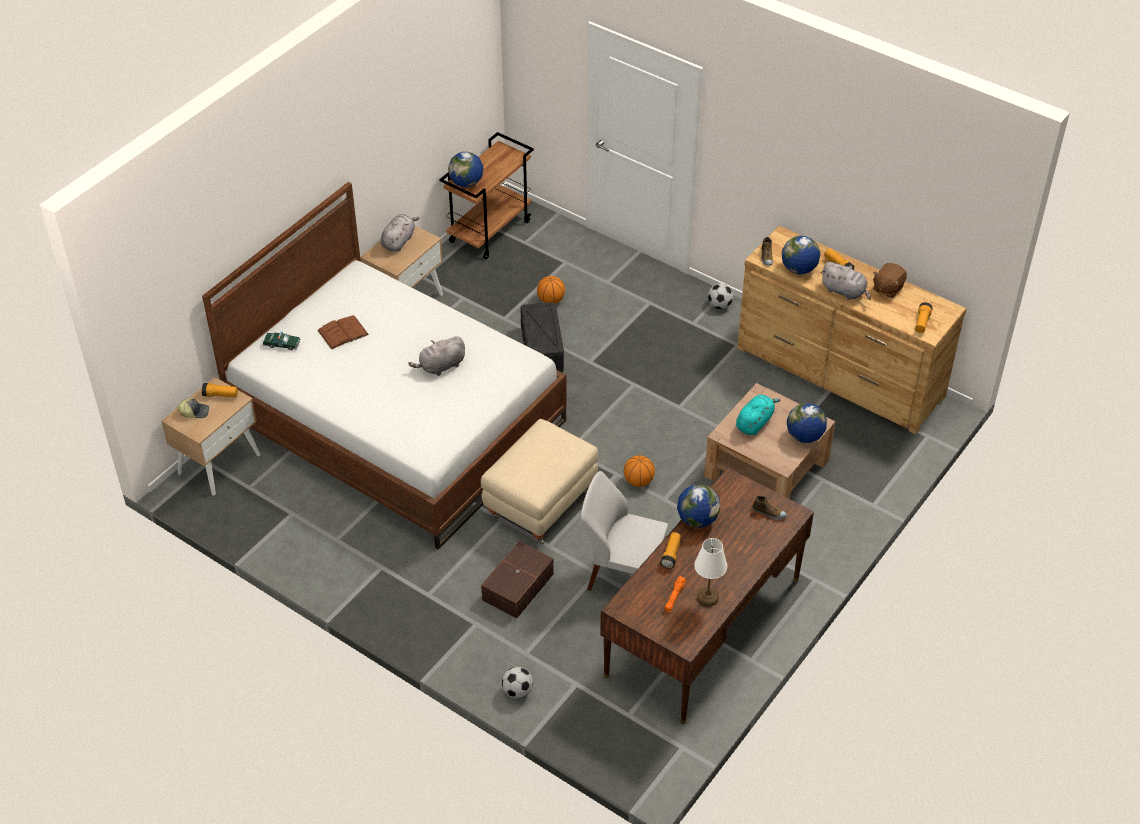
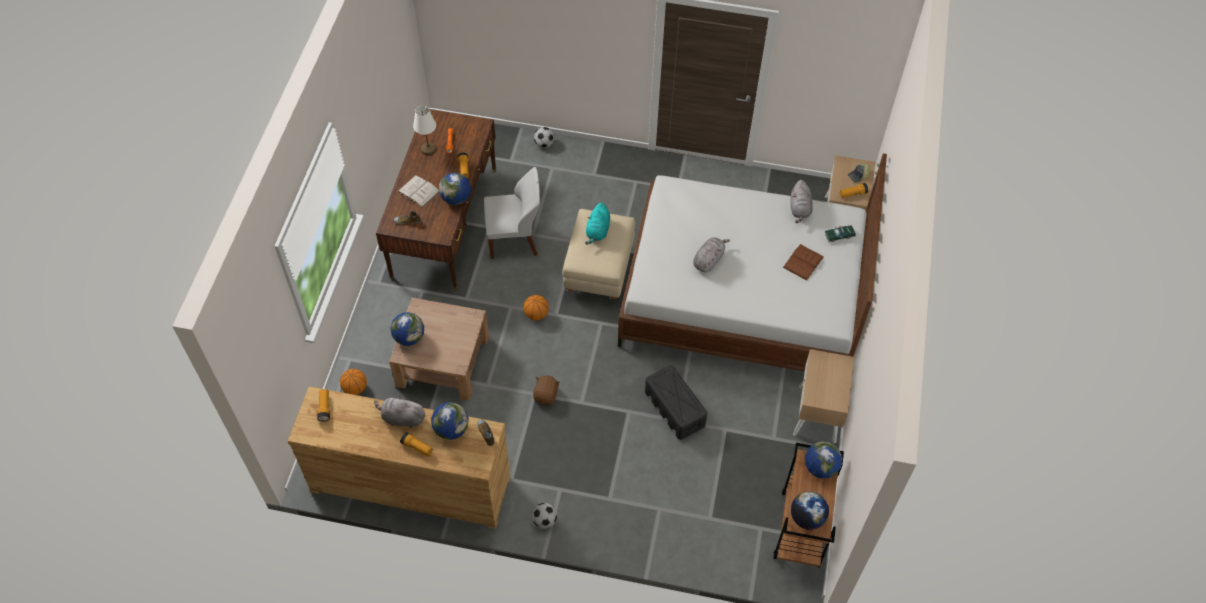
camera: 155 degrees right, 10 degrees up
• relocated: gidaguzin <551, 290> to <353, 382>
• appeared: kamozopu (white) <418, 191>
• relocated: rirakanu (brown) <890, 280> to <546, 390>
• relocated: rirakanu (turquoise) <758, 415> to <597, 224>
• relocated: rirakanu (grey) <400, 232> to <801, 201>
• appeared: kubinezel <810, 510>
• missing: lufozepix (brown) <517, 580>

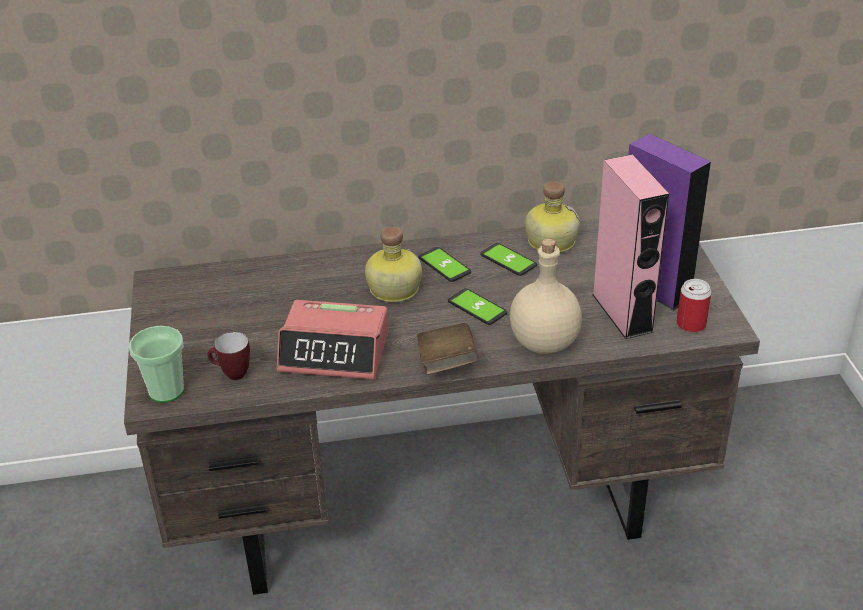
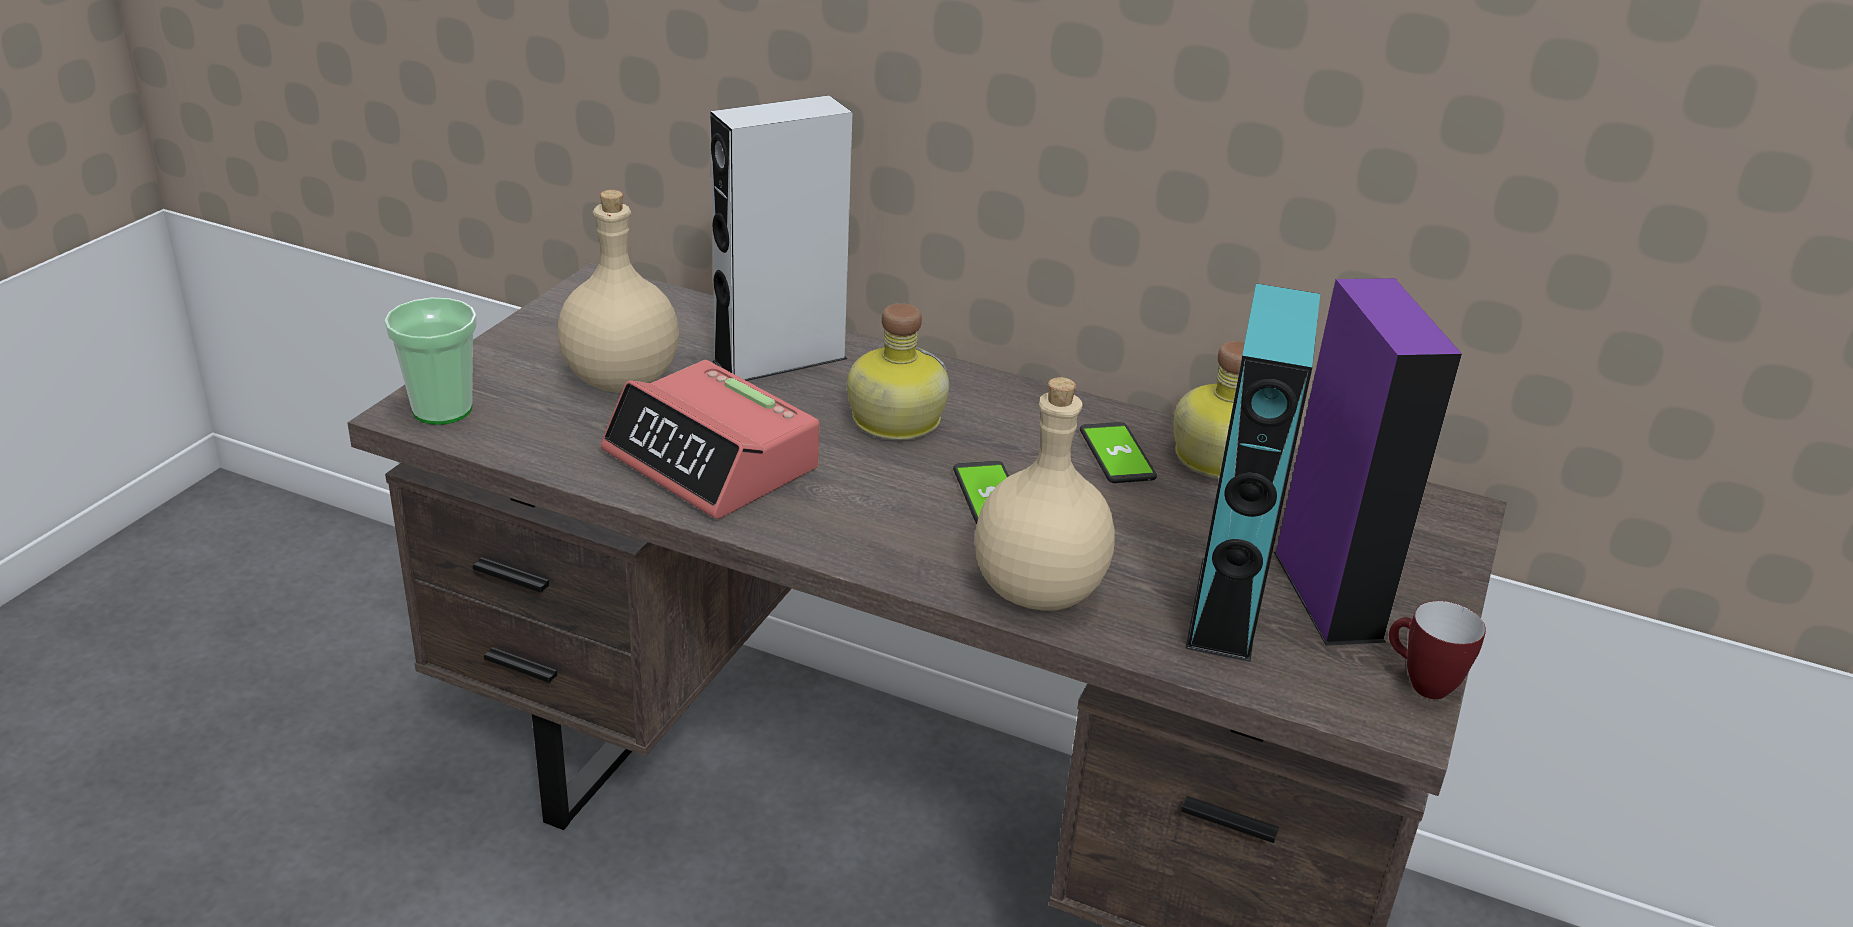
camera: 30 degrees right, 5 degrees down
• appeared: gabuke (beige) <618, 291>
• appeared: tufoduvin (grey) <781, 238>
• colour: tufoduvin (pink) <630, 247> to tufoduvin (turquoise) <1252, 472>
• relocated: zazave <229, 356> to <1437, 650>
• missing: kamozopu (brown) <447, 349>
• missing: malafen <444, 264>
• missing: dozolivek <694, 306>

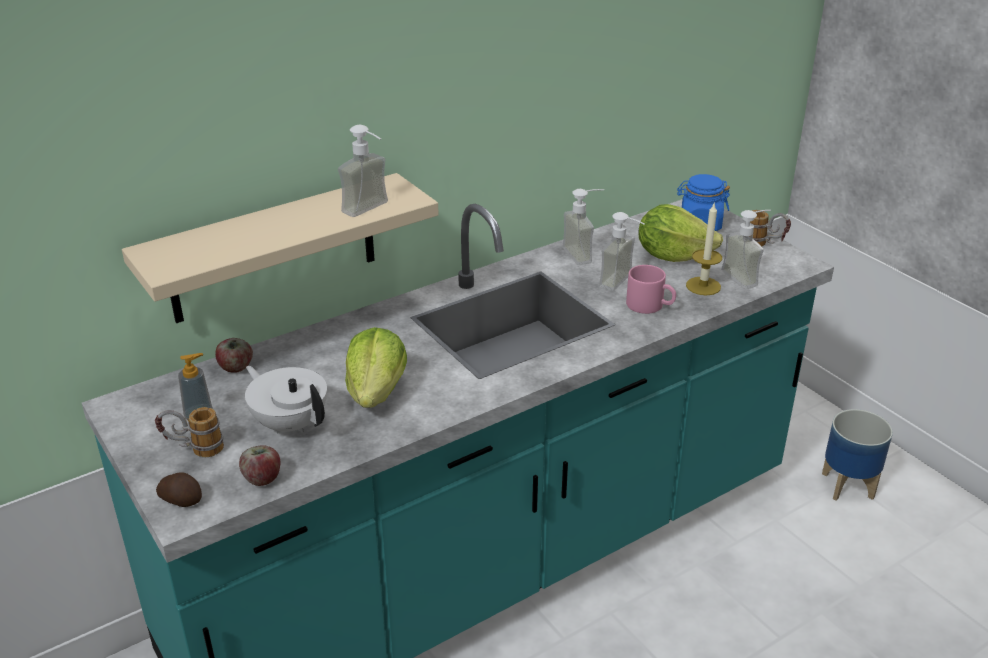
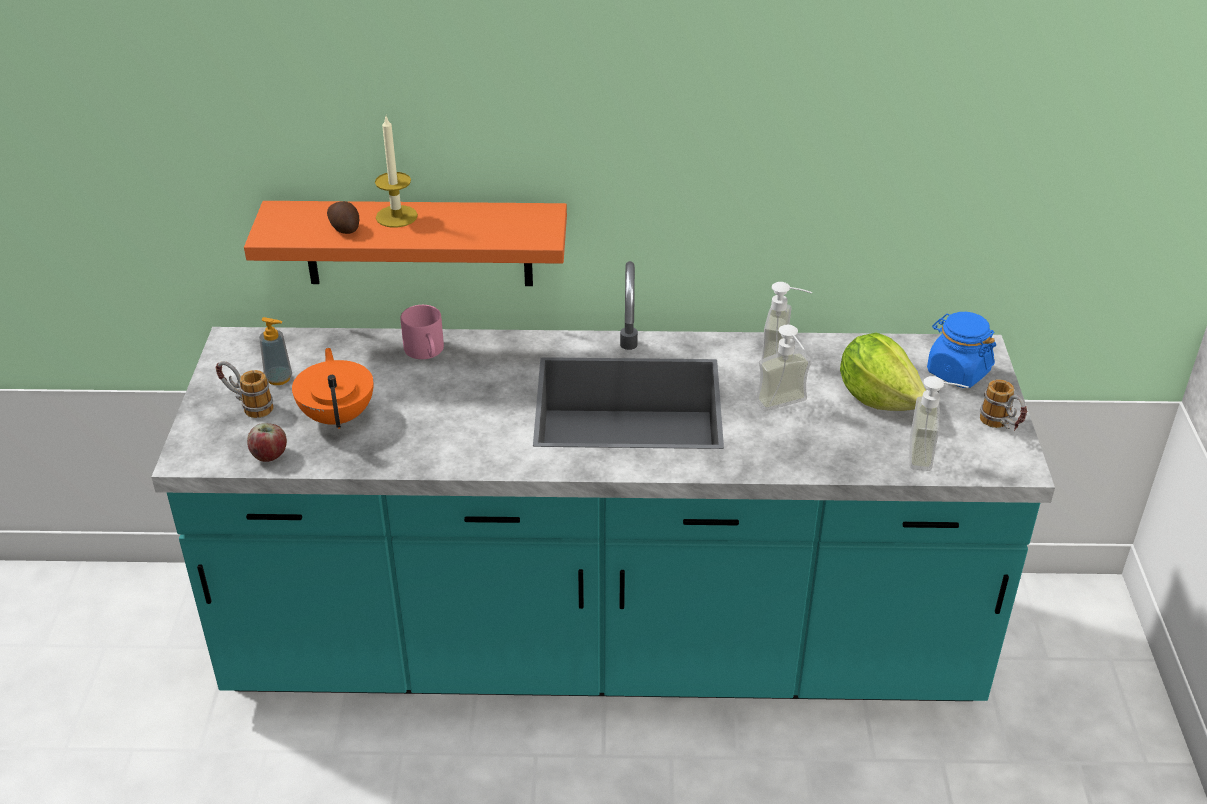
camera: 35 degrees right, 5 degrees up
• colour: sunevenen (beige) <280, 248> to sunevenen (orange) <405, 243>
• colour: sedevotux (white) <286, 399> to sedevotux (orange) <333, 388>
• relocated: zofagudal <179, 489> to <343, 217>
• relocated: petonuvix <704, 248> to <396, 172>
• relocated: zazave (pink) <651, 289> to <422, 332>
• missing: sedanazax <234, 355>
• missing: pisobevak <363, 171>
• missing: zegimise <376, 367>
• missing: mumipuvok <857, 454>

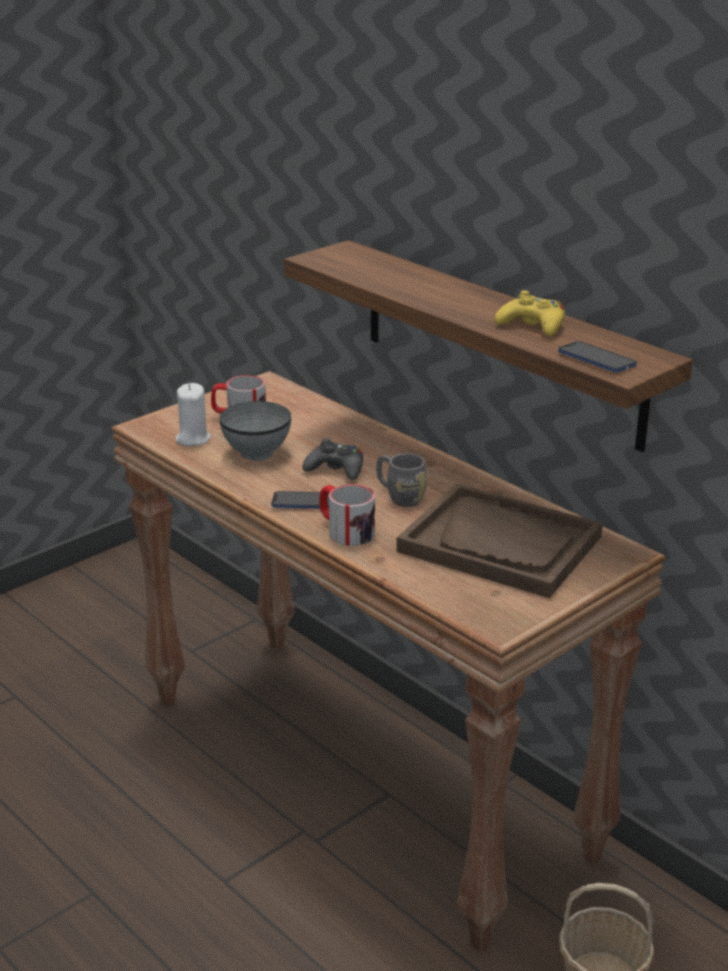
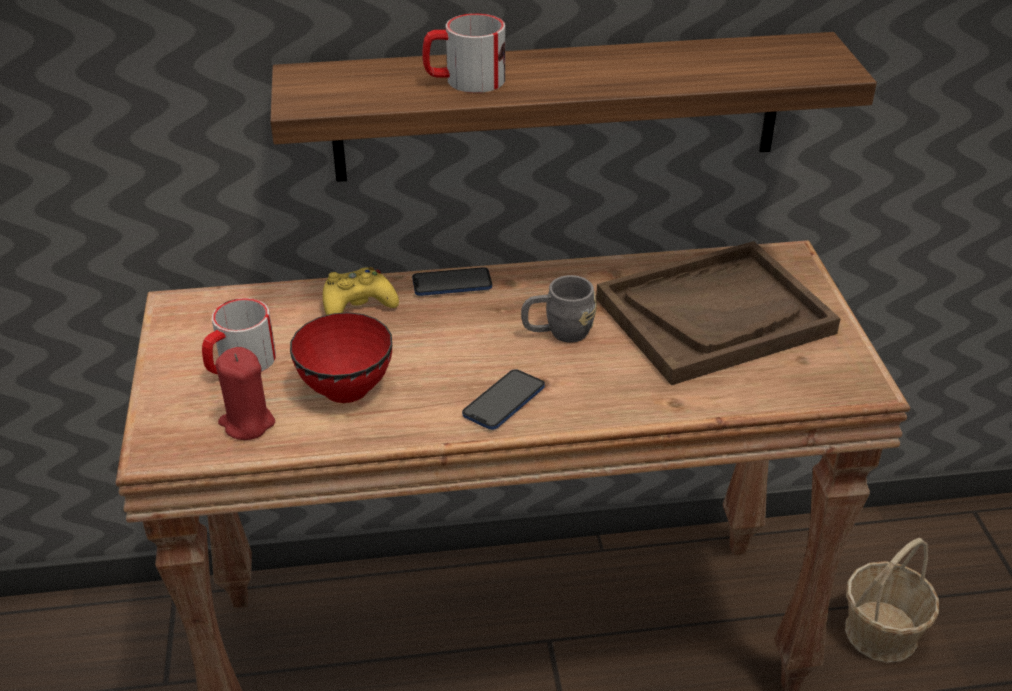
camera: 55 degrees left, 10 degrees up
• colour: petonuvix (white) <193, 414> to petonuvix (red) <245, 393>
• colour: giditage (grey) <255, 431> to giditage (red) <341, 357>
• relocated: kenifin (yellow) <530, 313> to <361, 291>
• relocated: malafen <597, 356> to <452, 281>
• relocated: zazave <347, 515> to <463, 53>
• missing: kenifin (black) <333, 459>

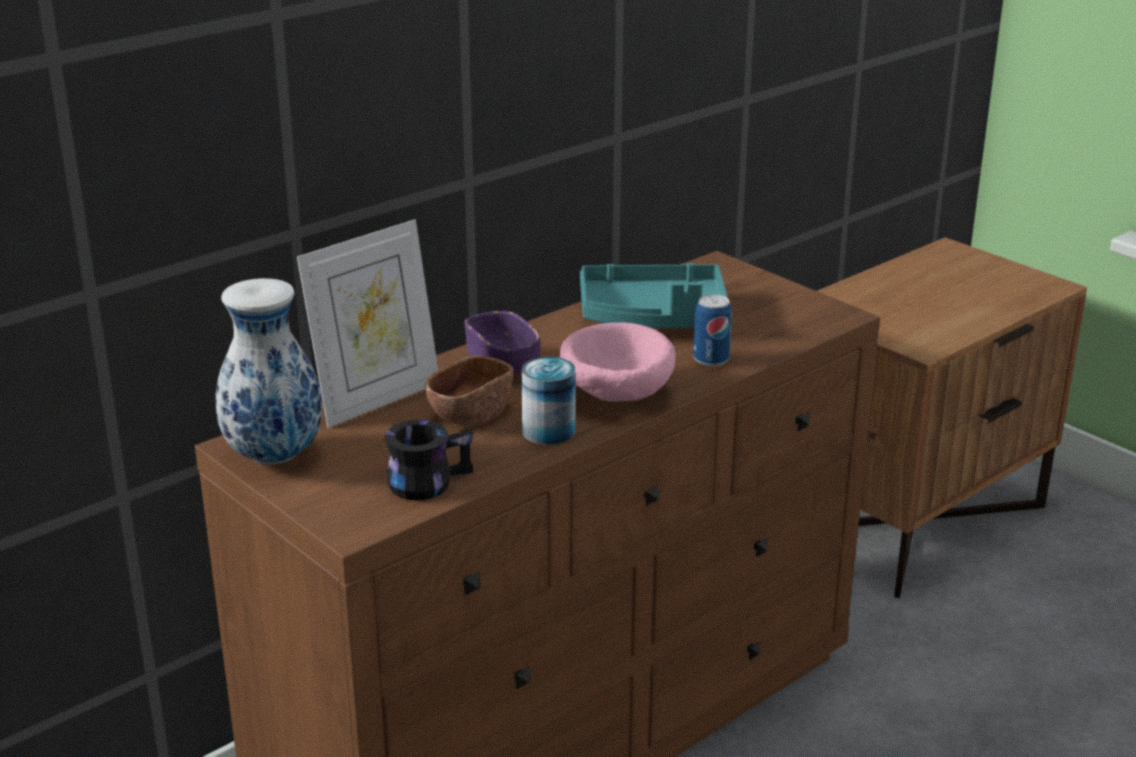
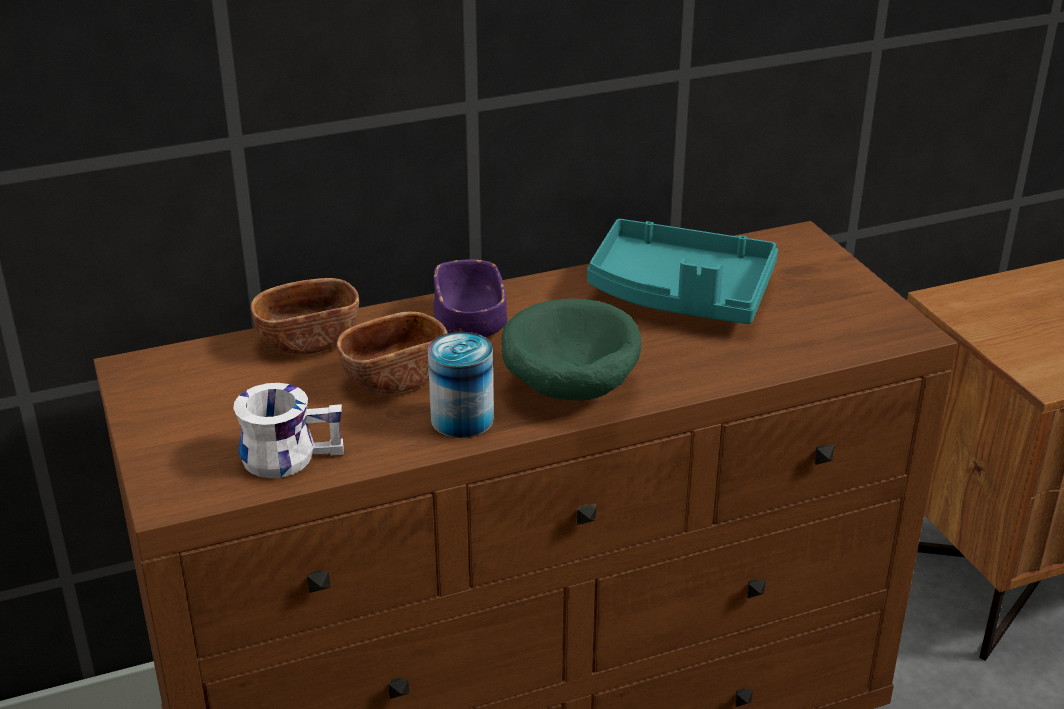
camera: 20 degrees right, 5 degrees up
• colour: zazave (black) <429, 460> to zazave (white) <288, 430>
• exchanged: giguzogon <367, 323> to giditage (brown) <305, 316>
• colour: giditage (pink) <618, 362> to giditage (green) <572, 350>
• missing: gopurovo <269, 371>
• missing: dozolivek <712, 330>

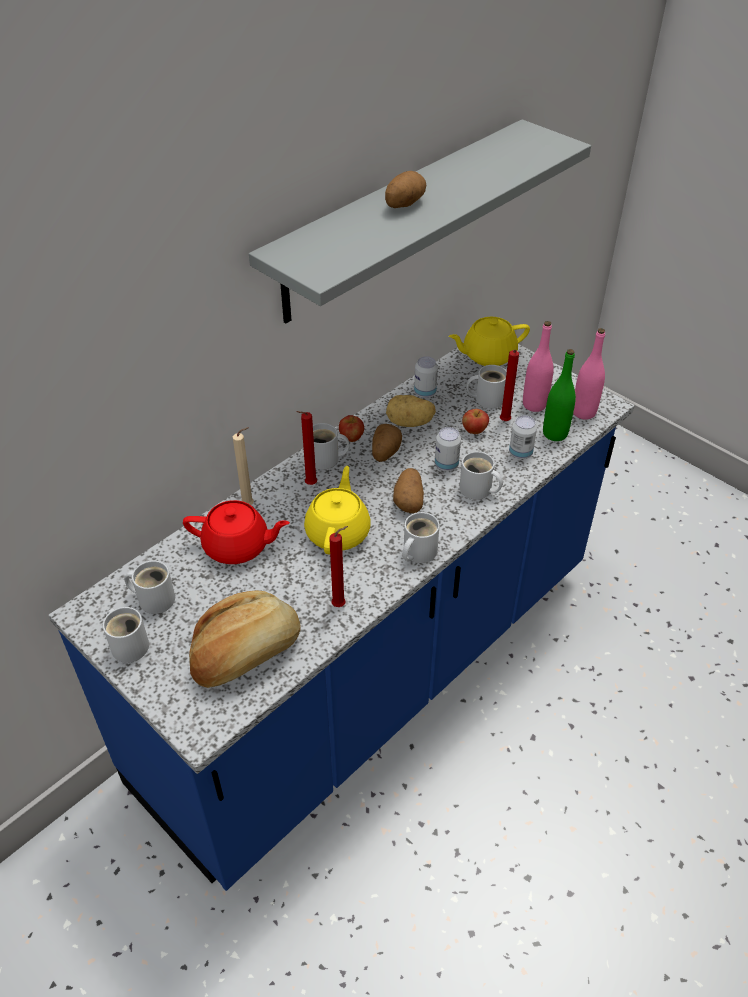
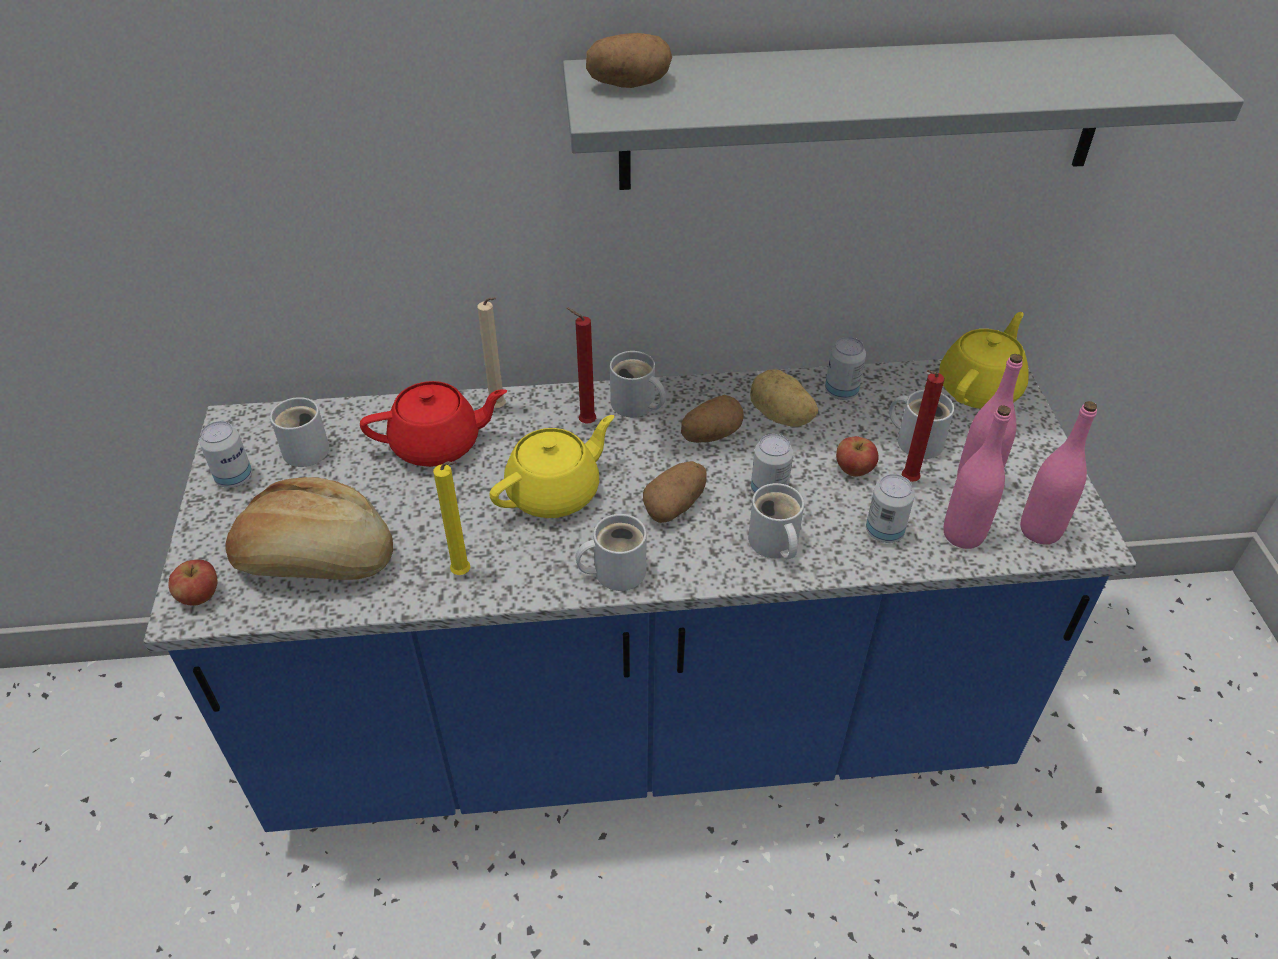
camera: 40 degrees right, 0 degrees up
• relocated: sedanazax <351, 428> to <192, 583>
• exchanged: zazave (white) <126, 635> to dozolivek <226, 454>
• spun: sedevotux (red) <236, 532> = <433, 424> 60 degrees counterclockwise
• colour: petonuvix (red) <338, 566> to petonuvix (yellow) <452, 518>
• relocated: zofagudal <405, 189> to <629, 60>
• spun: sedevotux (yellow) <489, 341> = <984, 360> 105 degrees clockwise
• colour: gabuke (green) <559, 395> to gabuke (pink) <977, 477>

